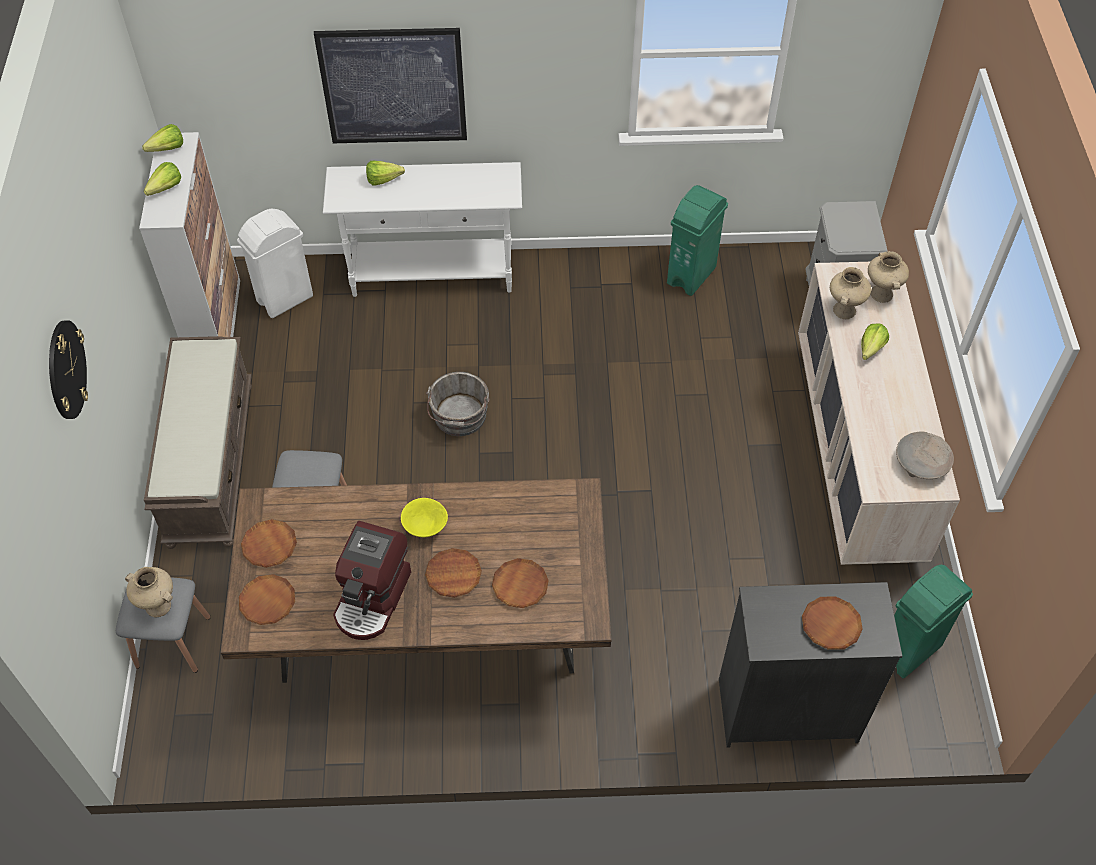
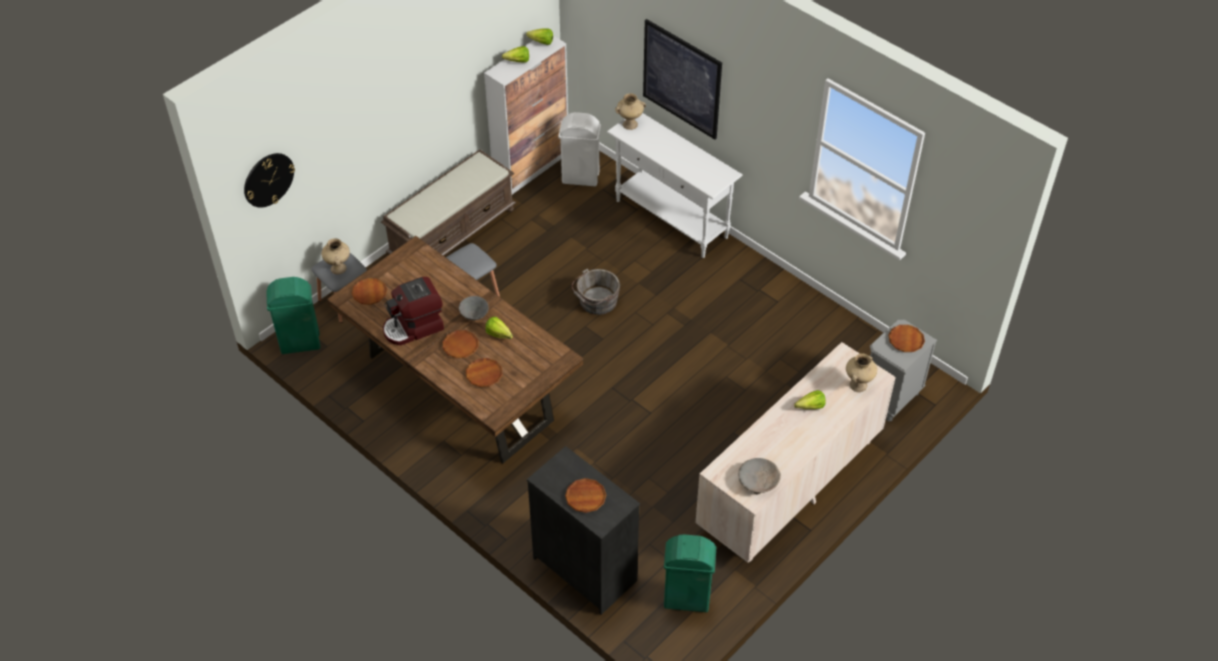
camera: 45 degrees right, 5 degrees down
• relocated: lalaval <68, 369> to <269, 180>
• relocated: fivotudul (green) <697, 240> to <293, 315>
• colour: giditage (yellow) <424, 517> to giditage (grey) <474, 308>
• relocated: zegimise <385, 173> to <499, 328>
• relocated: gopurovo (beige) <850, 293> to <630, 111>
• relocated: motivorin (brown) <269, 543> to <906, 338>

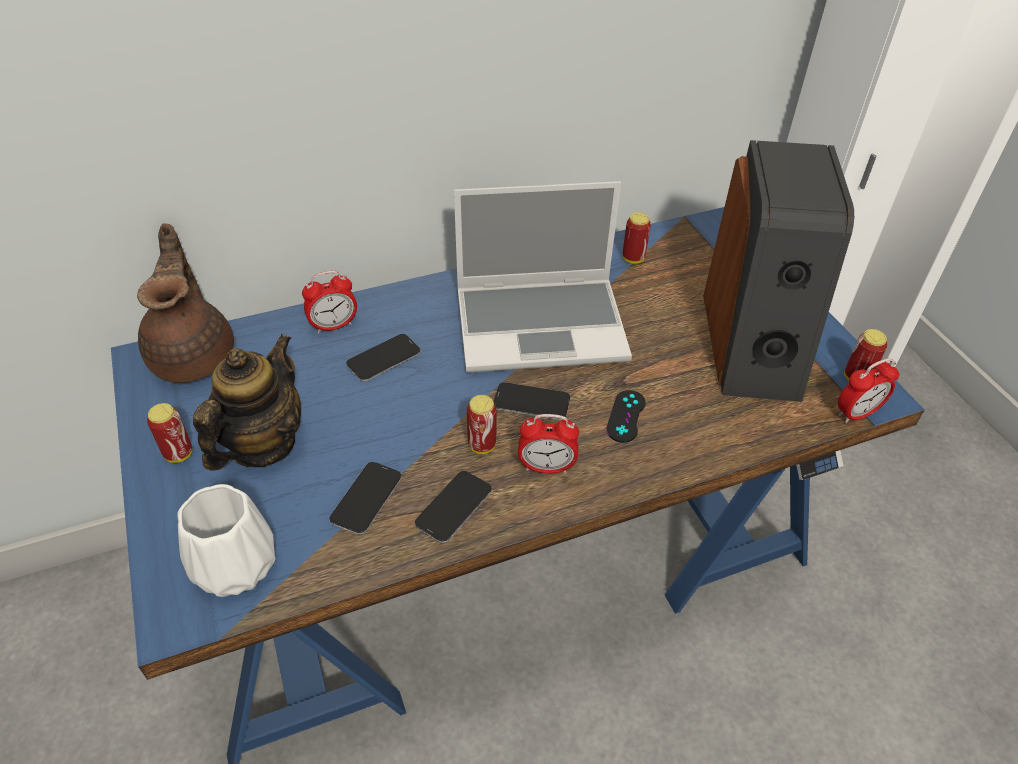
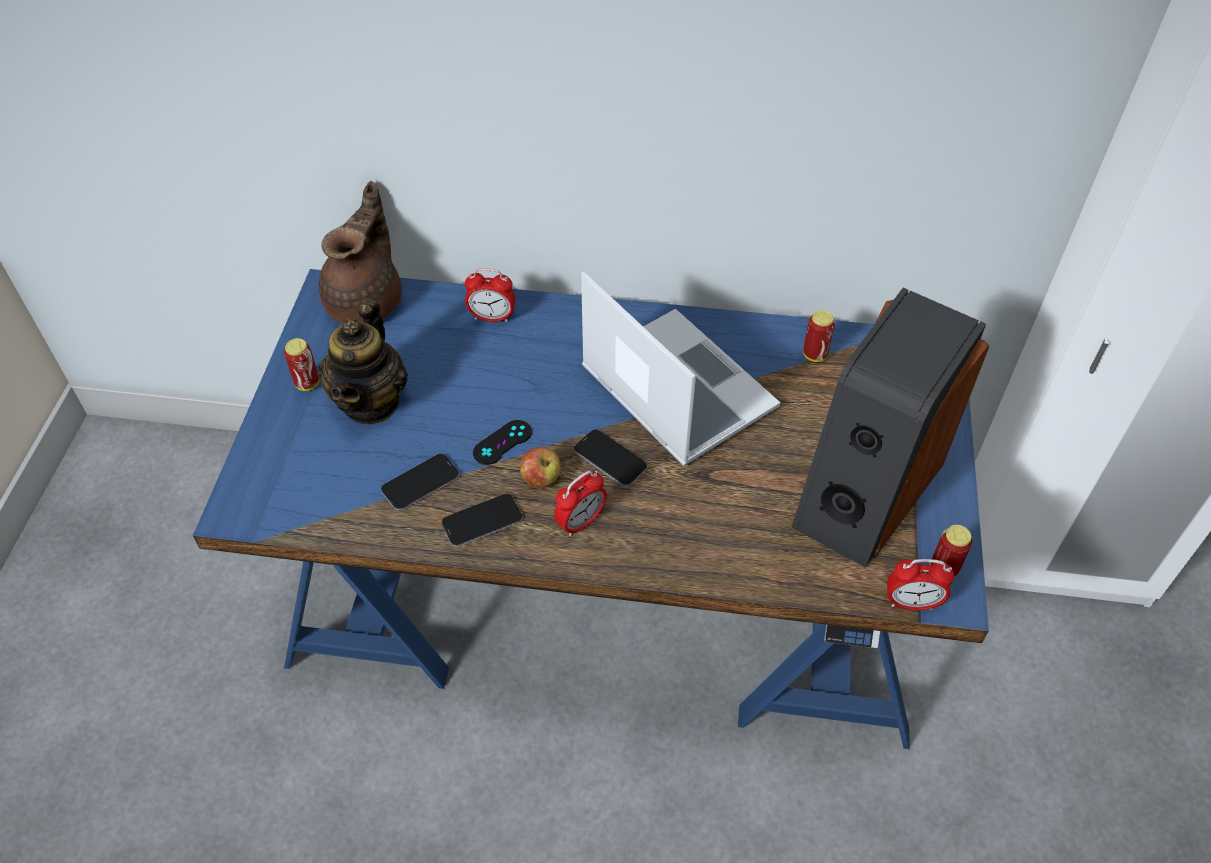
camera: 30 degrees right, 5 degrees up
• spun: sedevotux <247, 402> = <363, 361> 135 degrees clockwise
• relocated: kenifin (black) <626, 416> to <502, 442>
• exchanged: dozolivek <482, 424> to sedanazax <540, 467>
• spun: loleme <548, 444> = <580, 504> 75 degrees counterclockwise
• spun: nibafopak <543, 277> = <681, 369> 150 degrees counterclockwise
• missing: gopurovo (white) <226, 540>
• missing: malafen <383, 358>

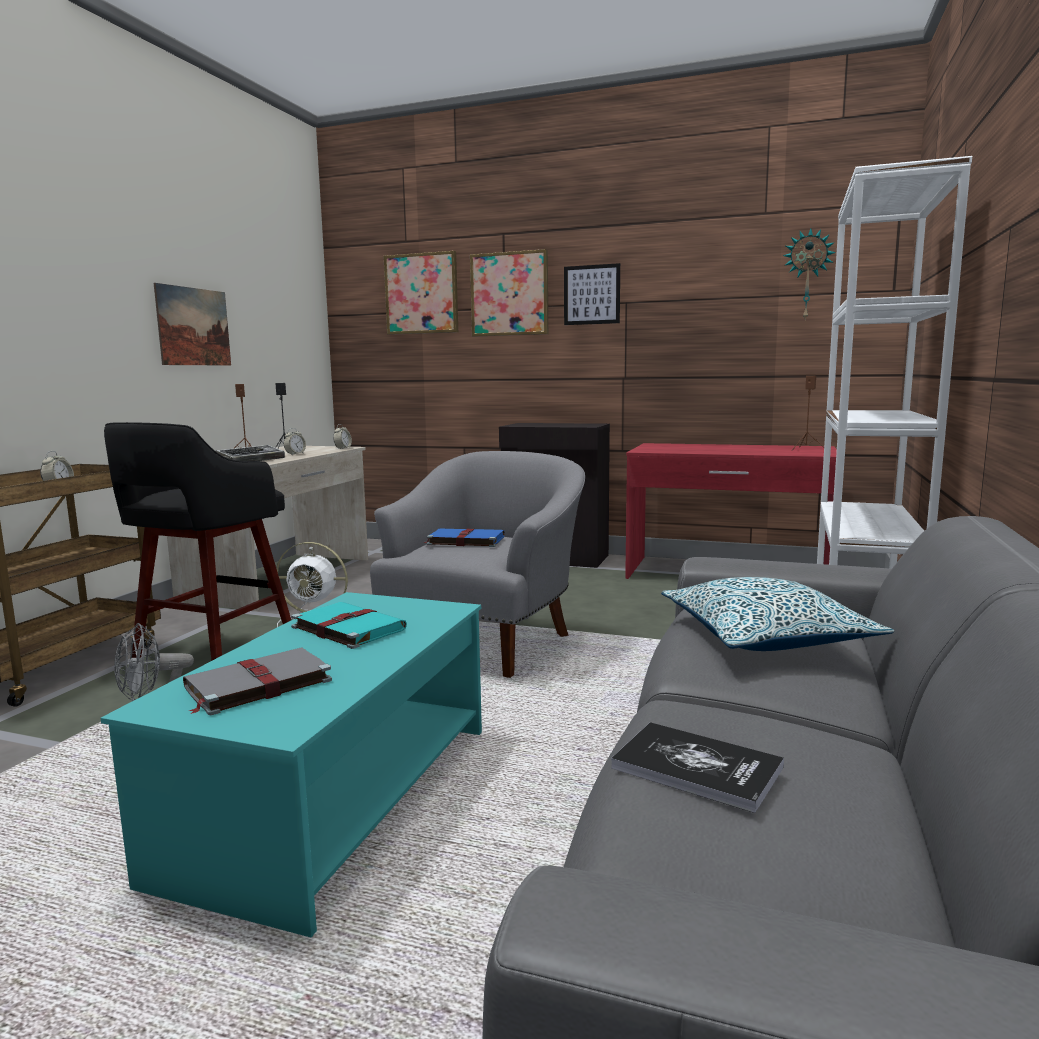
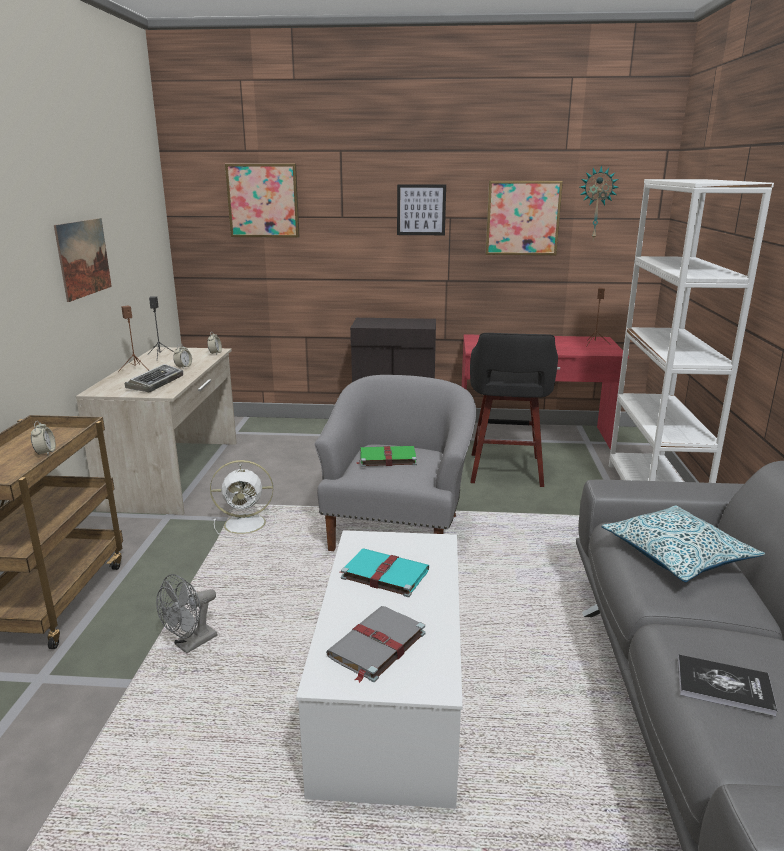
camera: 15 degrees left, 10 degrees up
• colour: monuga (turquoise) <291, 764> to monuga (white) <379, 669>
• colour: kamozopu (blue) <465, 537> to kamozopu (green) <386, 456>
• relocated: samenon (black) <197, 541> to <514, 410>
• relocated: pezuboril <509, 293> to <524, 218>

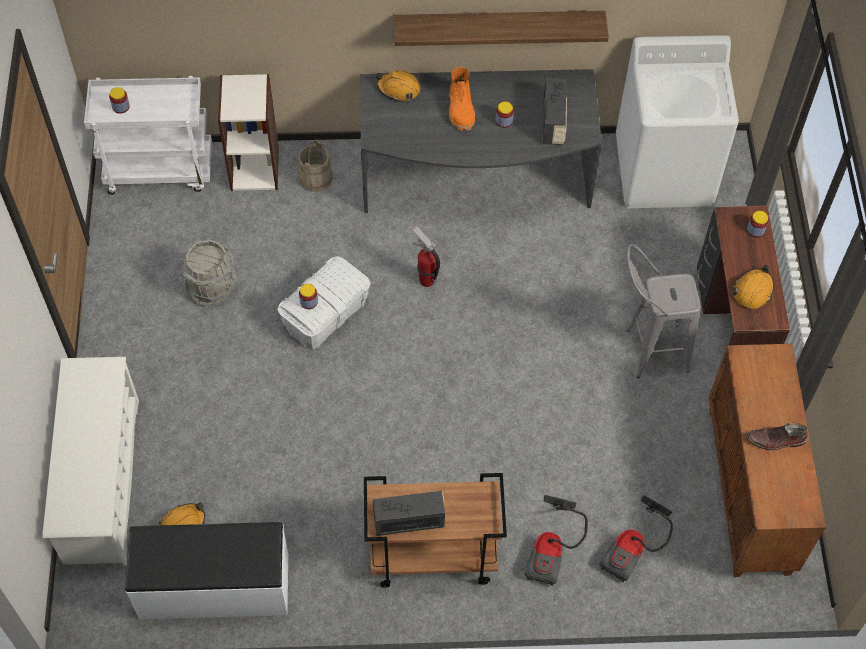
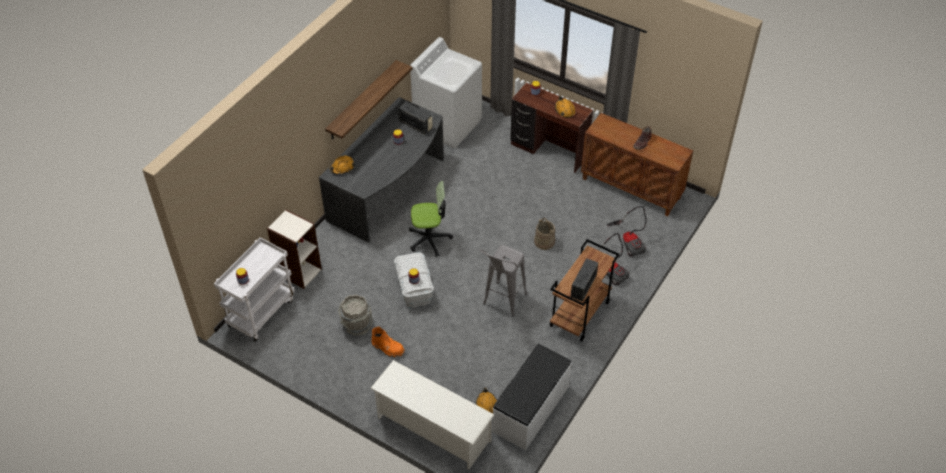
camera: 55 degrees left, 10 degrees down
• relocated: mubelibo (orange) <462, 99> to <388, 342>
• exchanged: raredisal <426, 256> to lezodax <431, 219>
• relocated: samenon (grey) <663, 311> to <503, 280>
• relocated: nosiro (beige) <315, 166> to <544, 234>

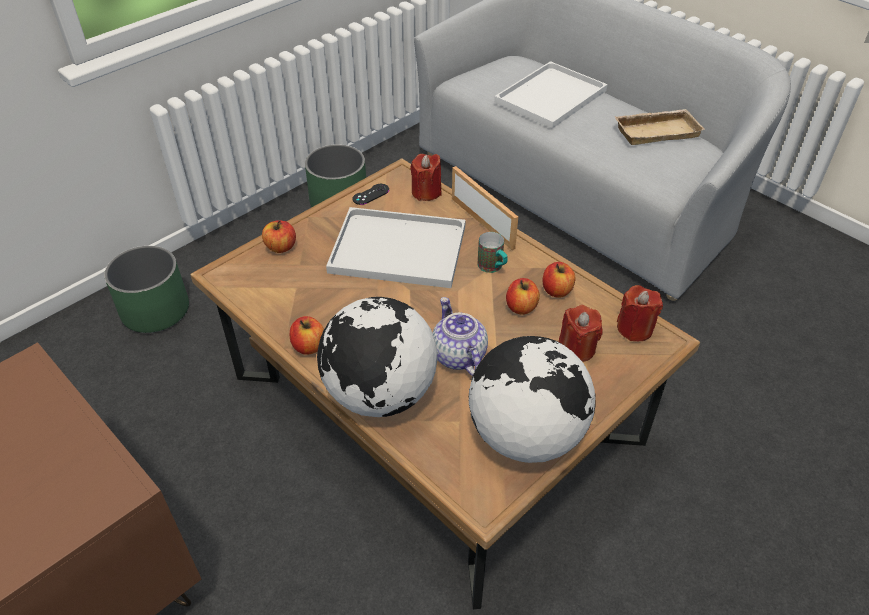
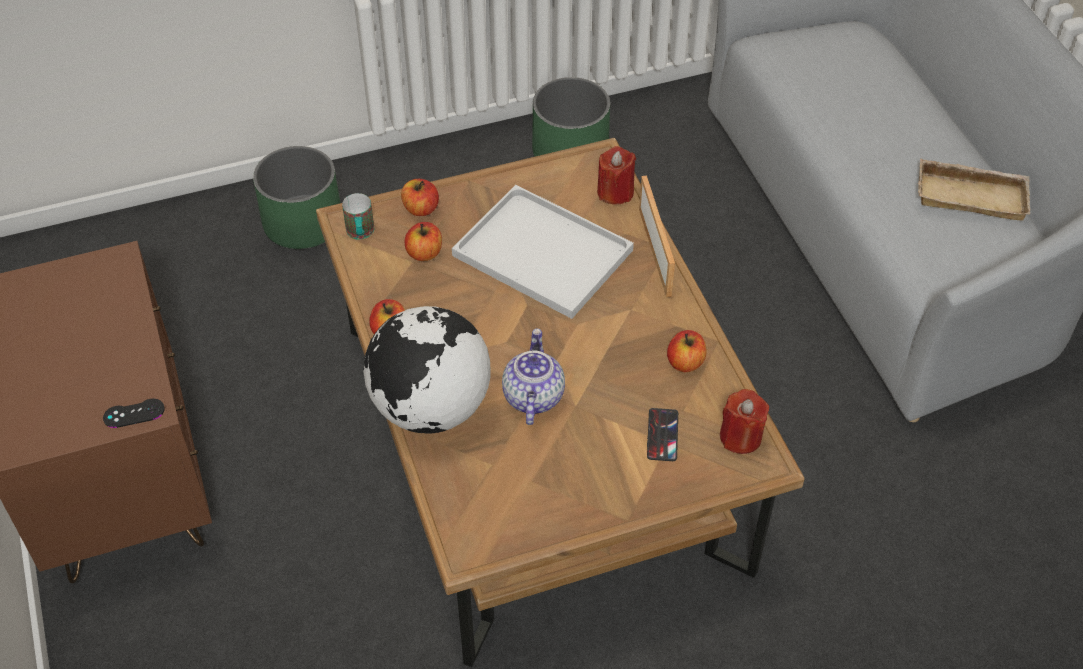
camera: 25 degrees right, 5 degrees up
• relocated: kenifin (black) <371, 194> to <134, 413>
• relocated: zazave <493, 252> to <358, 216>
• relocated: sedanazax <523, 296> to <423, 241>
• exchanged: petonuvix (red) <581, 333> to malafen <662, 434>
• missing: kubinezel <532, 399>
• missing: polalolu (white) <551, 95>

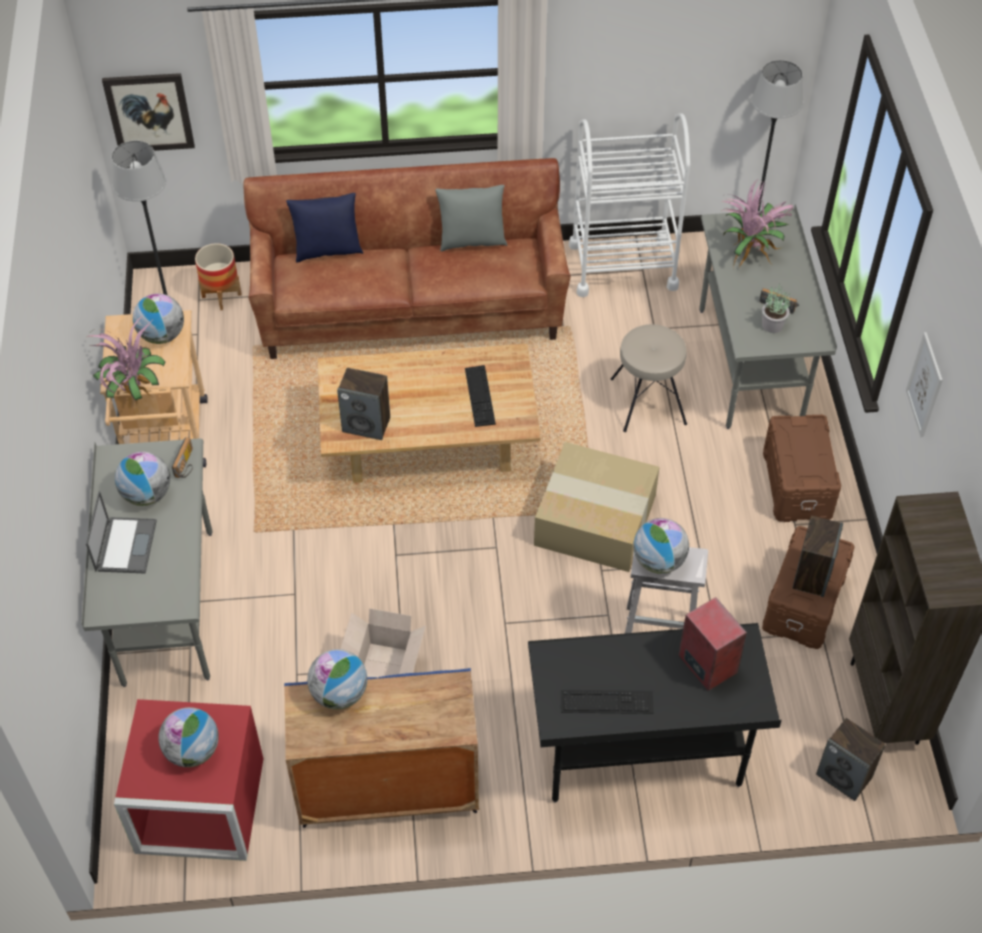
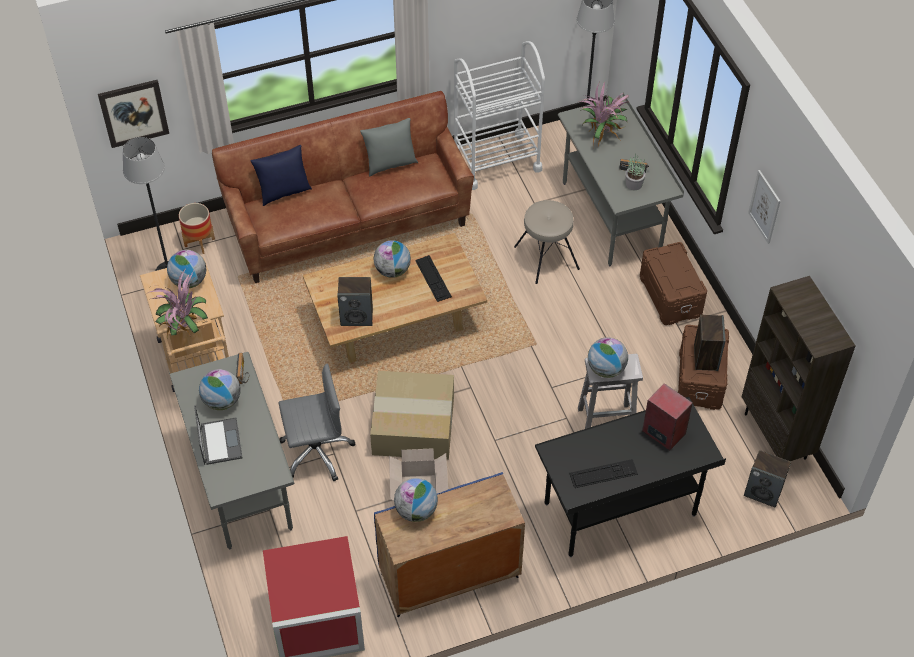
camera: 15 degrees left, 0 degrees up
• appeared: lezodax (grey) <316, 422>
• relocated: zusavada <596, 507> to <412, 415>
• relocated: kubinezel <188, 737> to <392, 259>

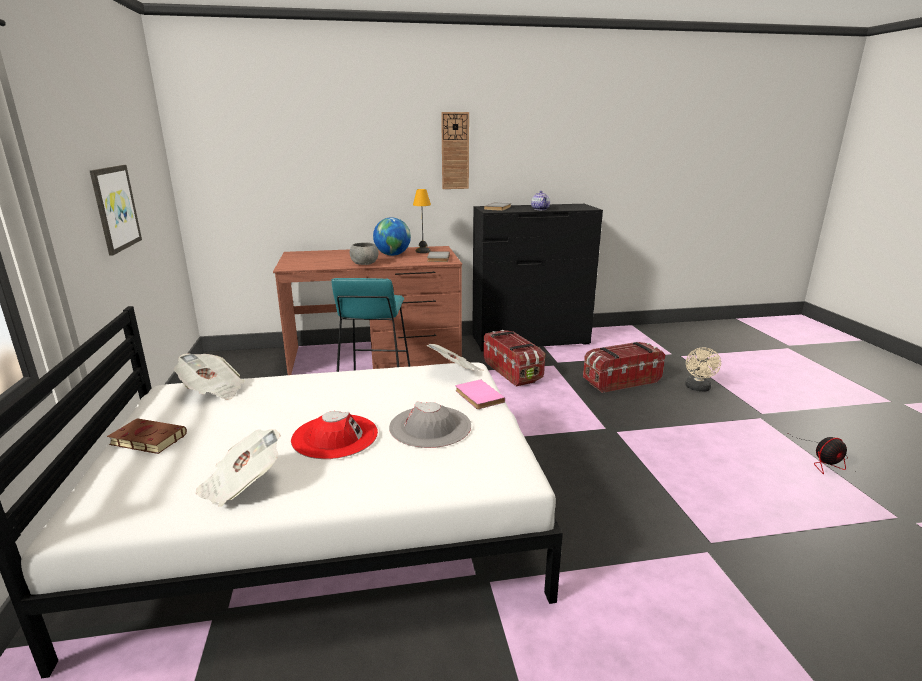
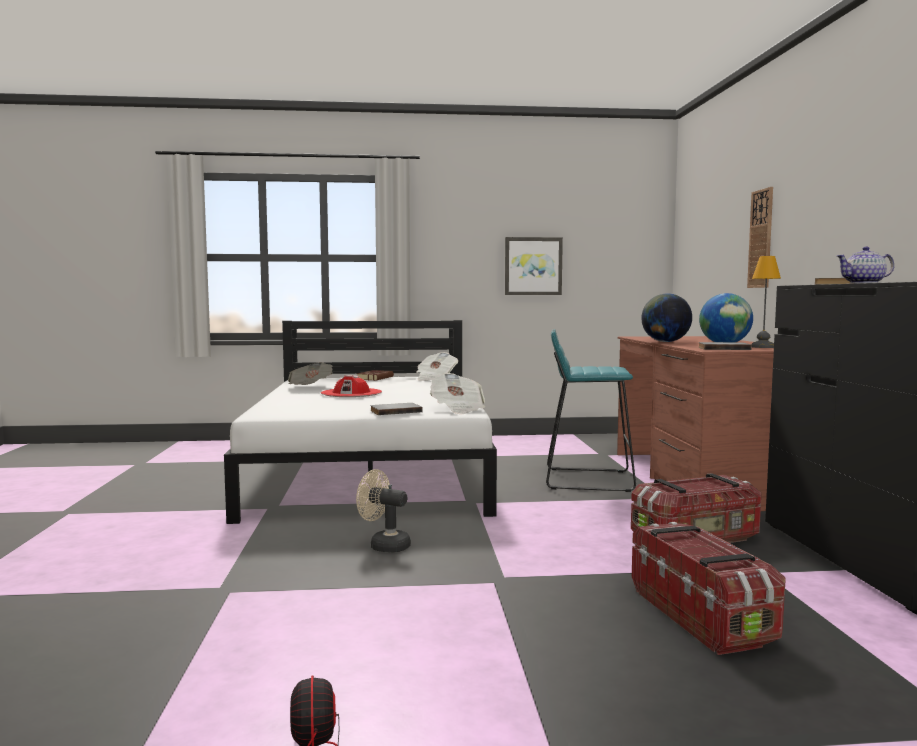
camera: 95 degrees right, 15 degrees down
• relocated: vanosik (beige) <703, 369> to <383, 511>
• colour: kamozopu (pink) <480, 394> to kamozopu (grey) <396, 409>
• exchanged: giditage (grey) <364, 253> to kubinezel <666, 317>
• relocated: lalaval <455, 150> to <760, 237>
• missing: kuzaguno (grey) <430, 424>

